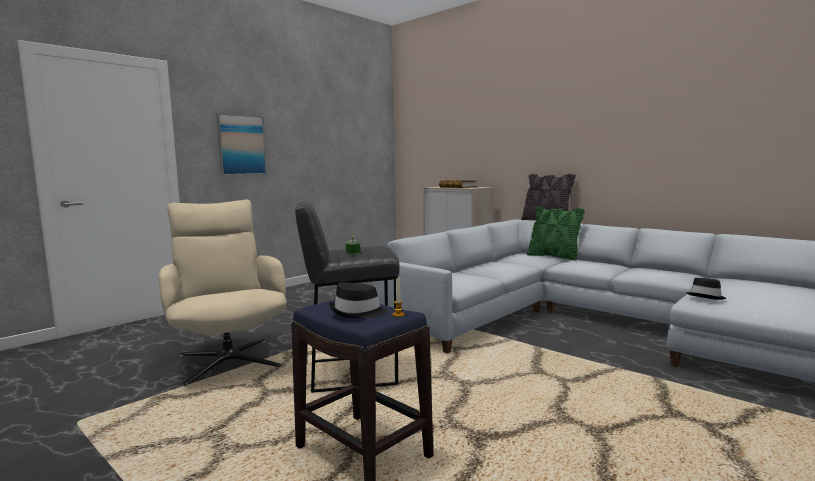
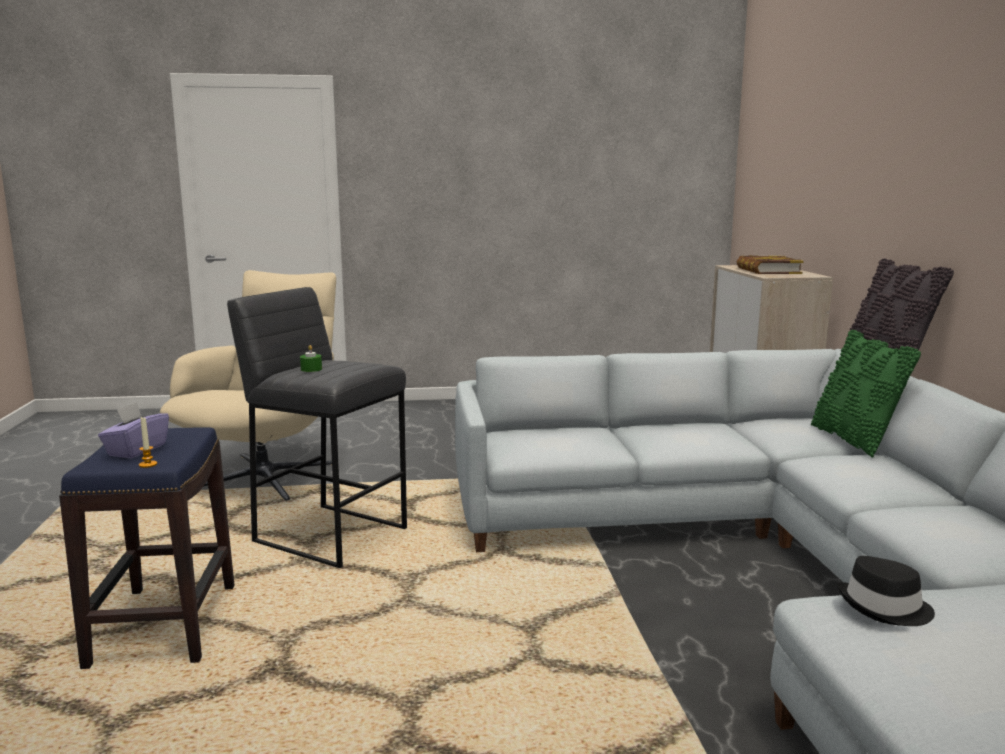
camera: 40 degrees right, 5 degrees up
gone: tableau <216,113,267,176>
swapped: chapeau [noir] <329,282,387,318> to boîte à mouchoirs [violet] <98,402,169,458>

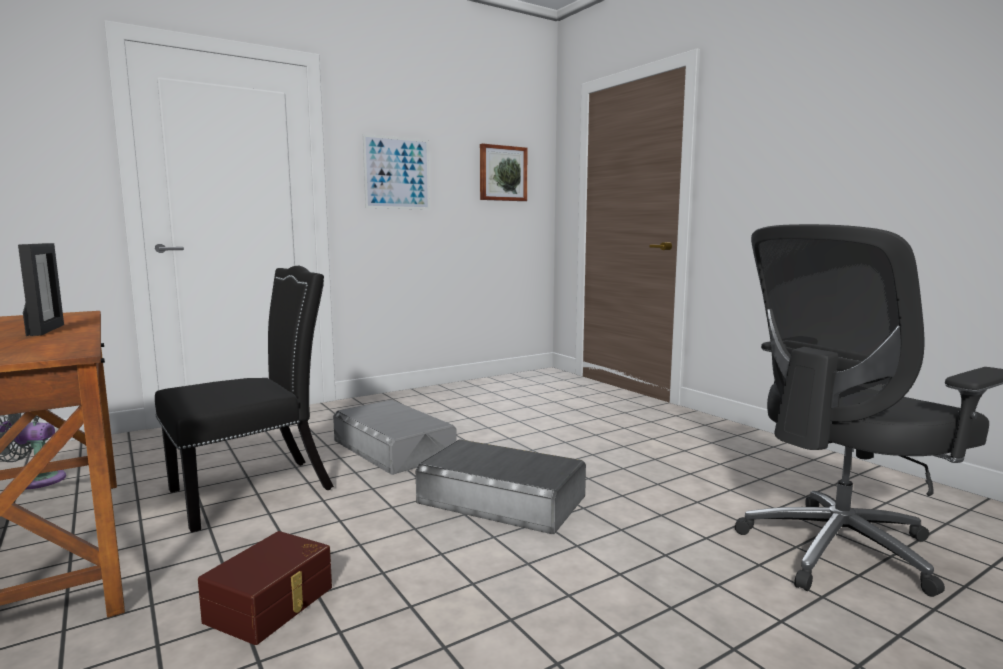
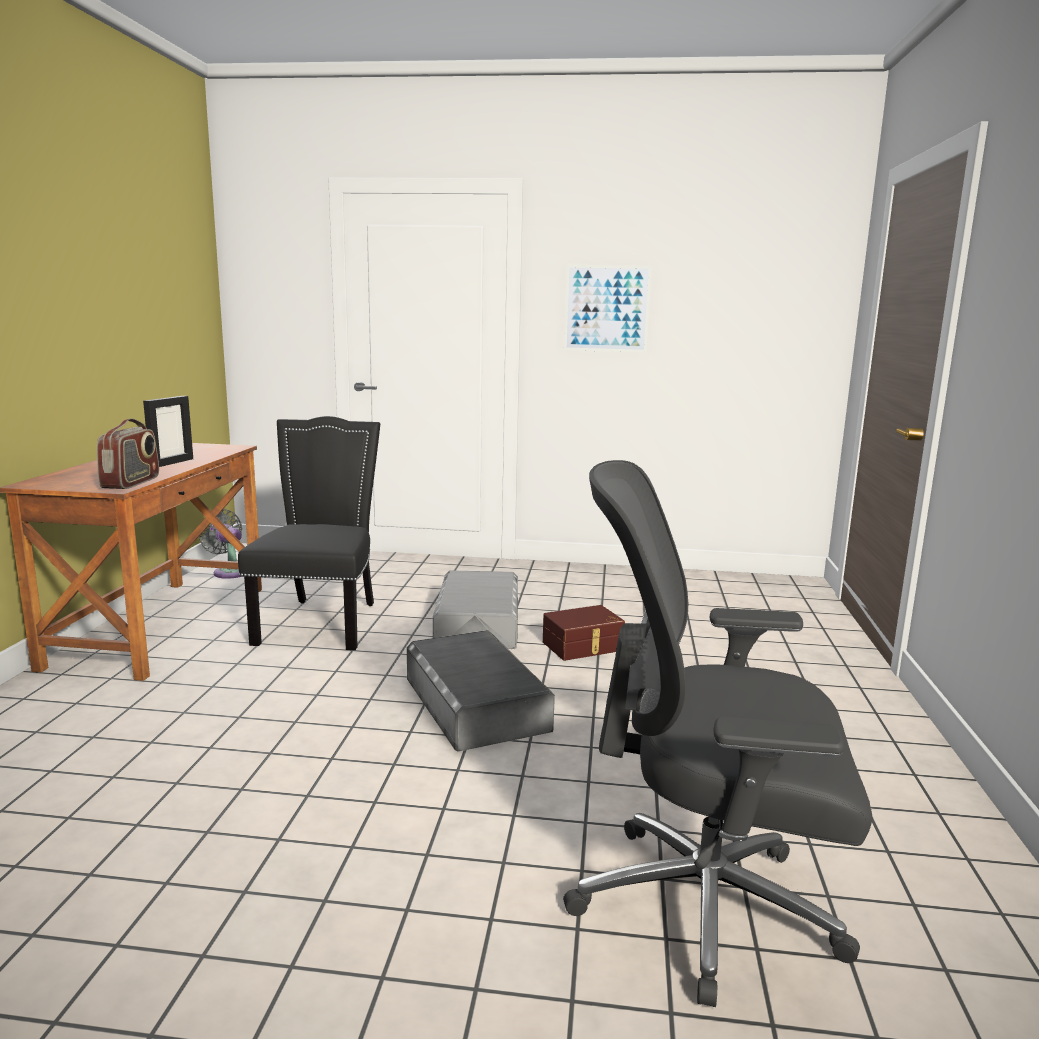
camera: 40 degrees right, 5 degrees up
gone: tableau <480,144,527,201>
new: radio <97,418,159,489>
shifted: boîte de rangement [marron] <198,531,332,645> to <543,605,625,661>
rotated: chaise [noir] <155,266,334,532> = <238,416,380,650> 90 degrees counterclockwise

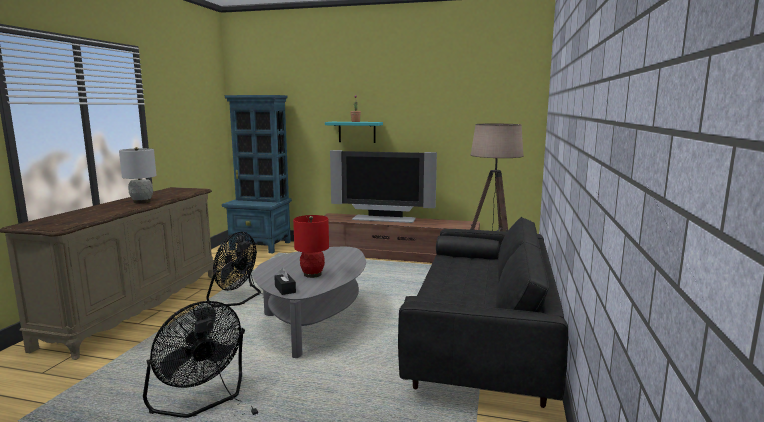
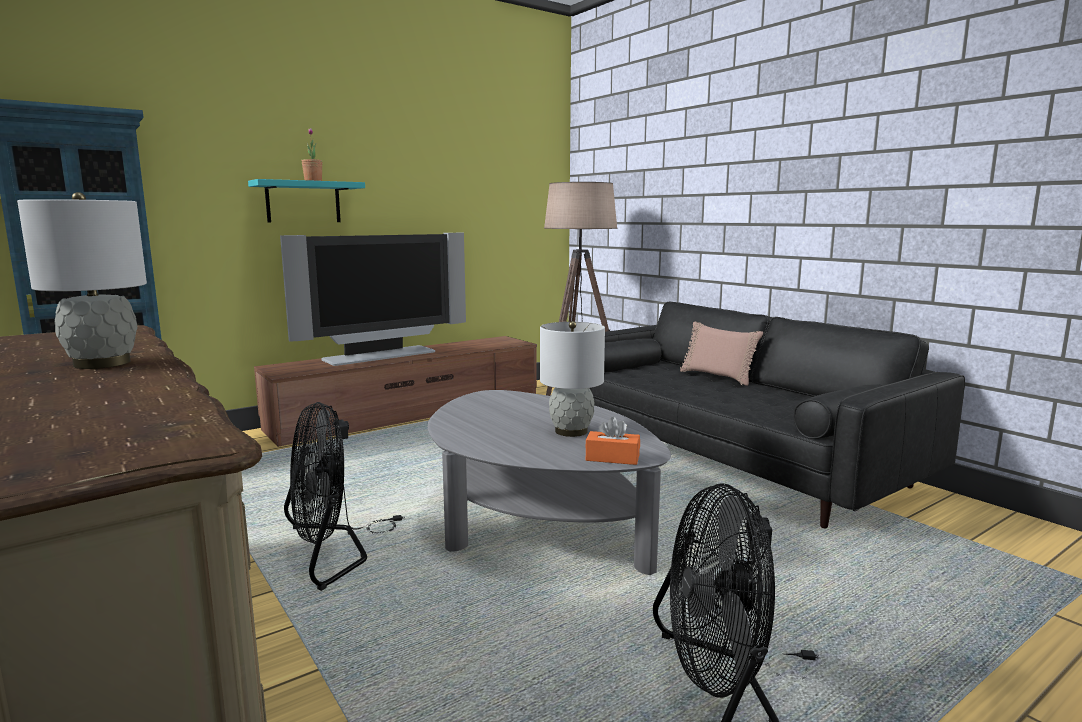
camera: 50 degrees left, 0 degrees up
new: coussin [beige] <680,322,763,386>
repainted: boîte à mouchoirs [noir] <274,268,296,295> to boîte à mouchoirs [orange] <585,417,640,465>; lampe de table [rouge] <293,215,329,278> to lampe de table [blanc] <540,321,605,437>

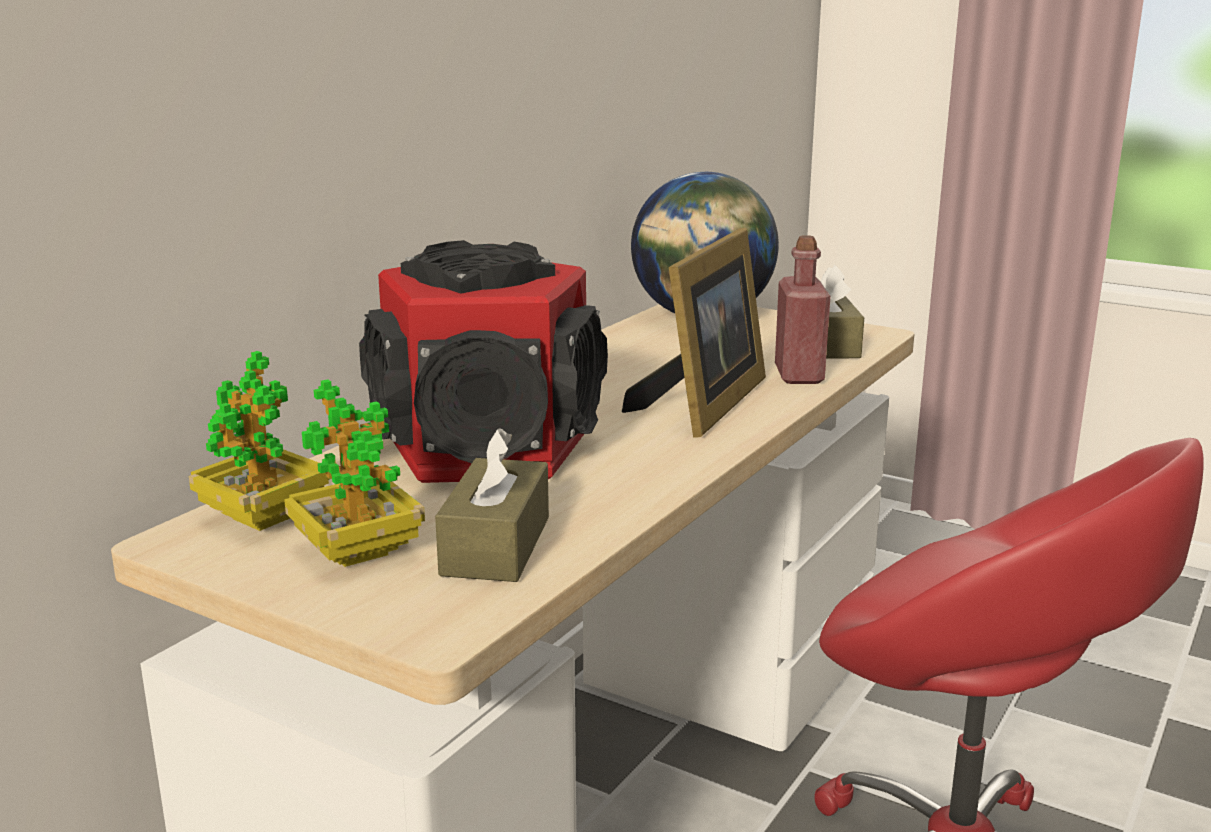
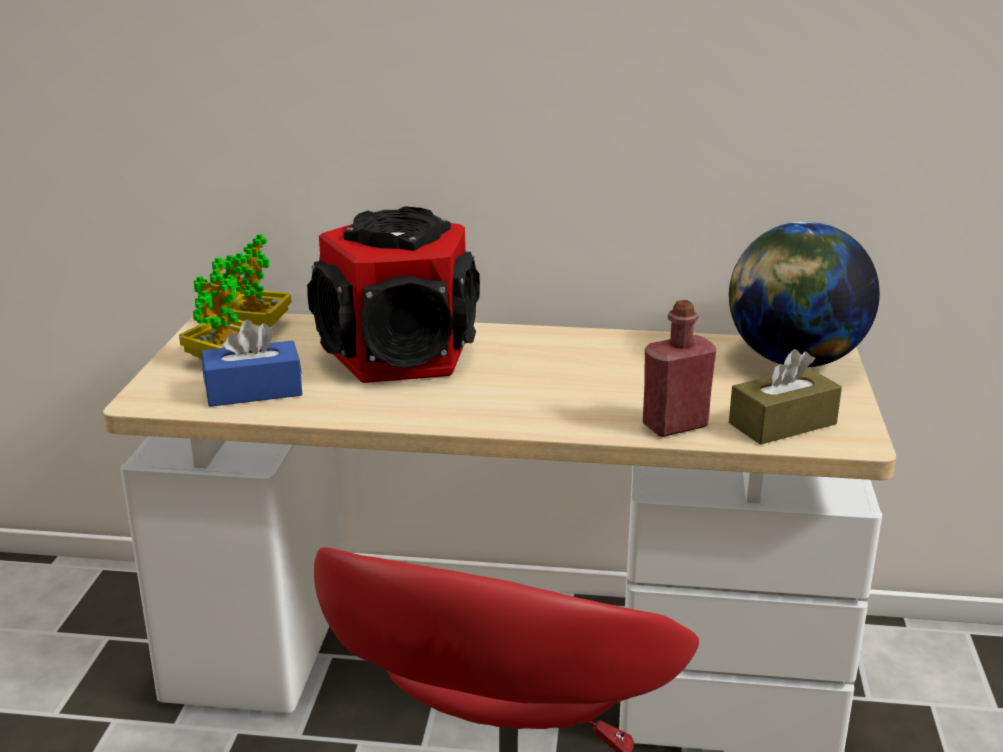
camera: 65 degrees right, 5 degrees up
gone: cadre photo <622,228,766,437>
repainted: boîte à mouchoirs [marron] <435,428,549,582> to boîte à mouchoirs [bleu] <202,320,302,407>

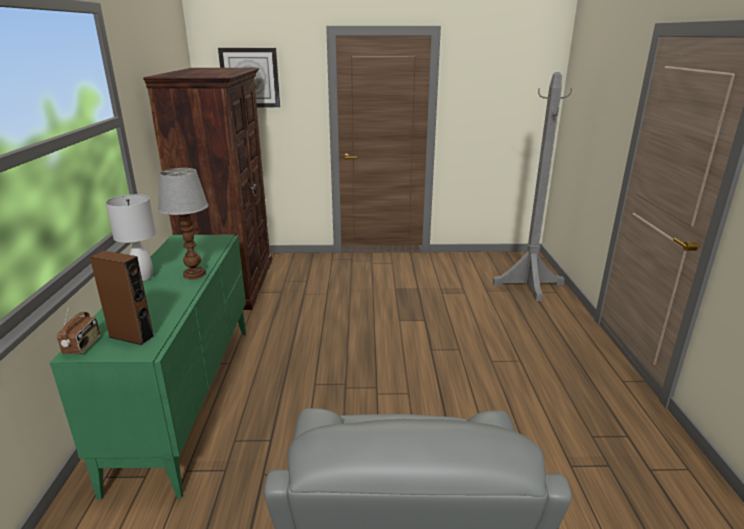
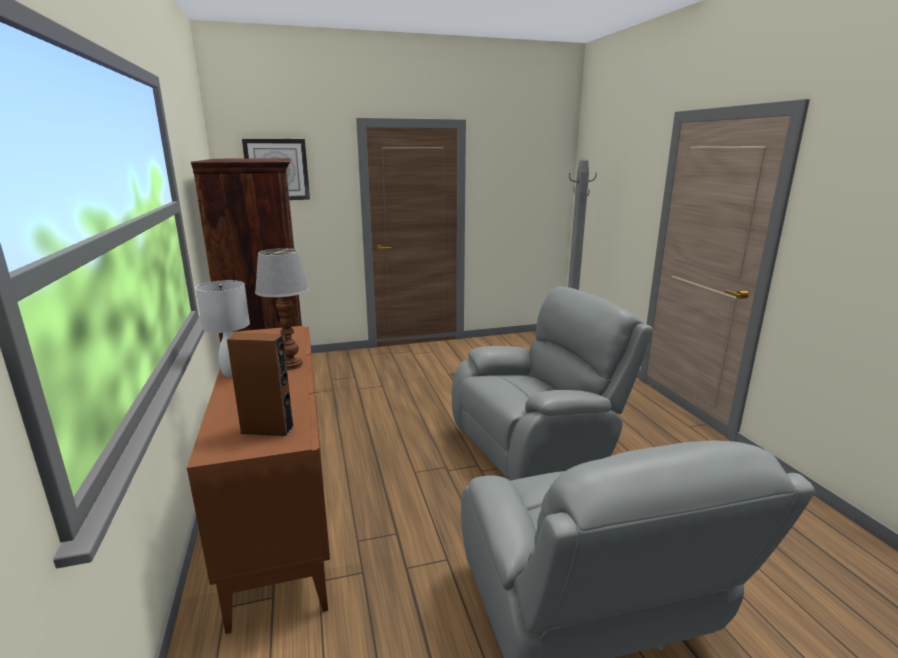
camera: 15 degrees left, 5 degrees down
gone: radio <57,303,100,354>
new: fauteuil [gris] <452,287,653,481>
repainted: commode [vert] <50,235,246,500> to commode [marron] <187,326,330,634>

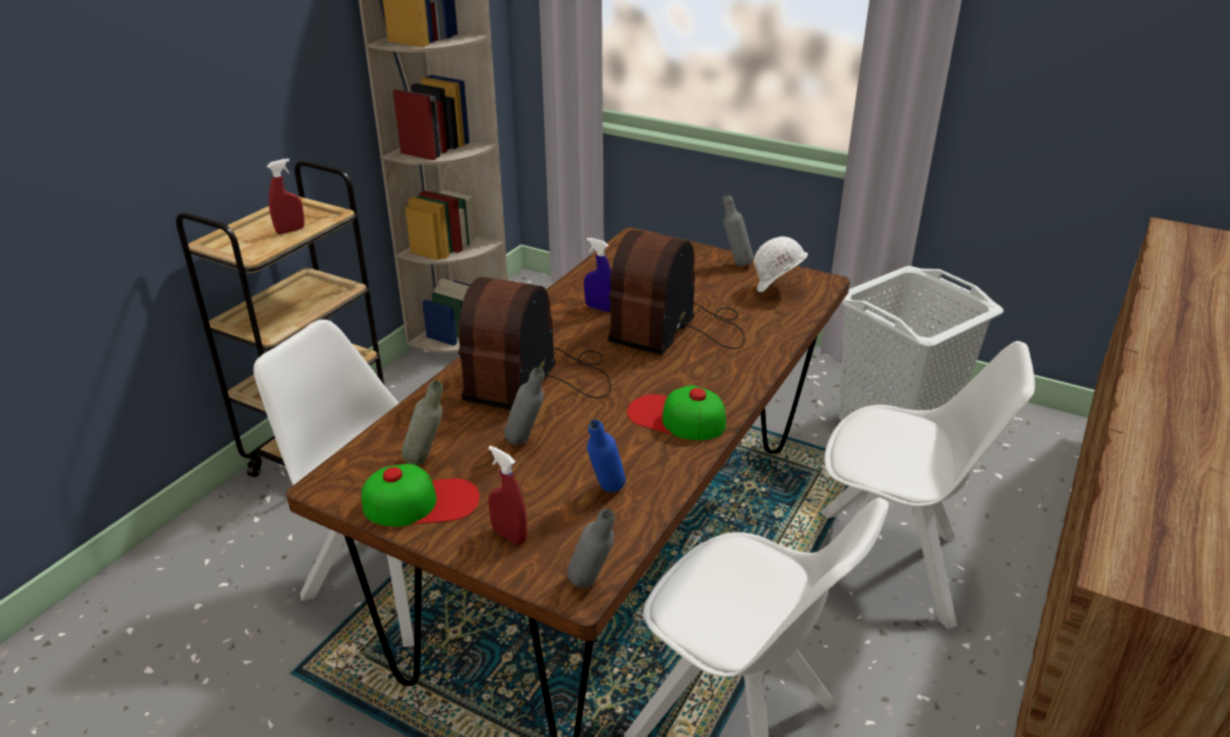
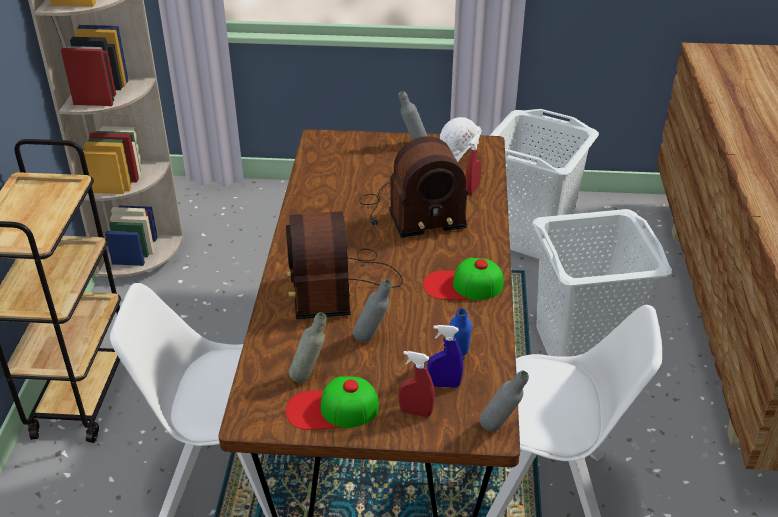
camera: 25 degrees left, 5 degrees up
shifted: vaporisateur [rouge] <267,158,305,234> to <465,132,481,195>; vaporisateur [bleu] <584,238,611,312> to <427,325,463,388>
swapped: chaise [blanc] <821,341,1035,629> to panier à linge [blanc] <533,209,672,357>
rotated: casquette <361,463,480,527> = <286,376,379,430> 150 degrees counterclockwise; radio <608,230,745,355> = <359,136,468,238> 105 degrees counterclockwise

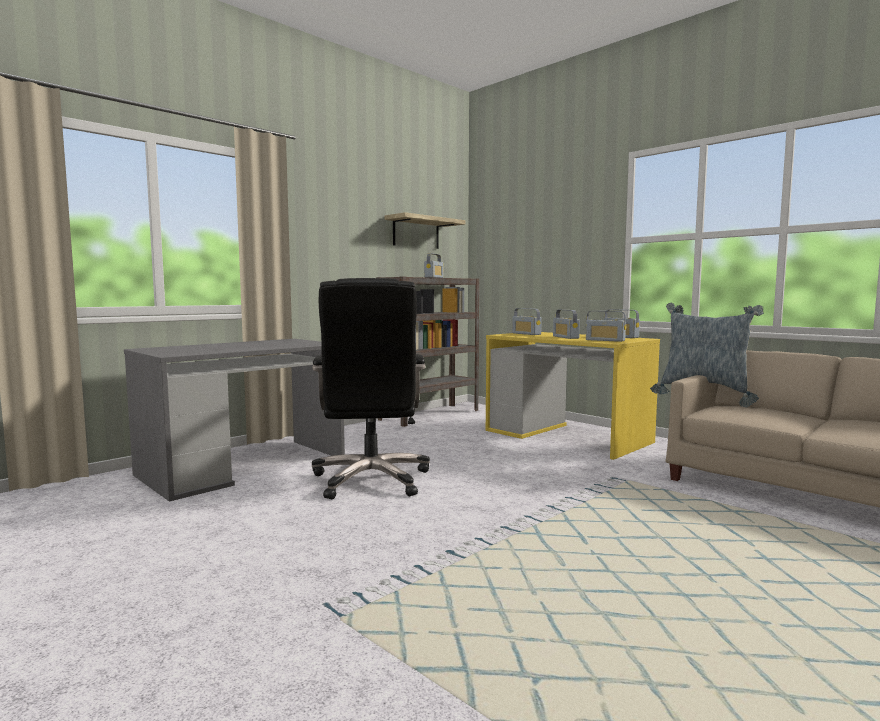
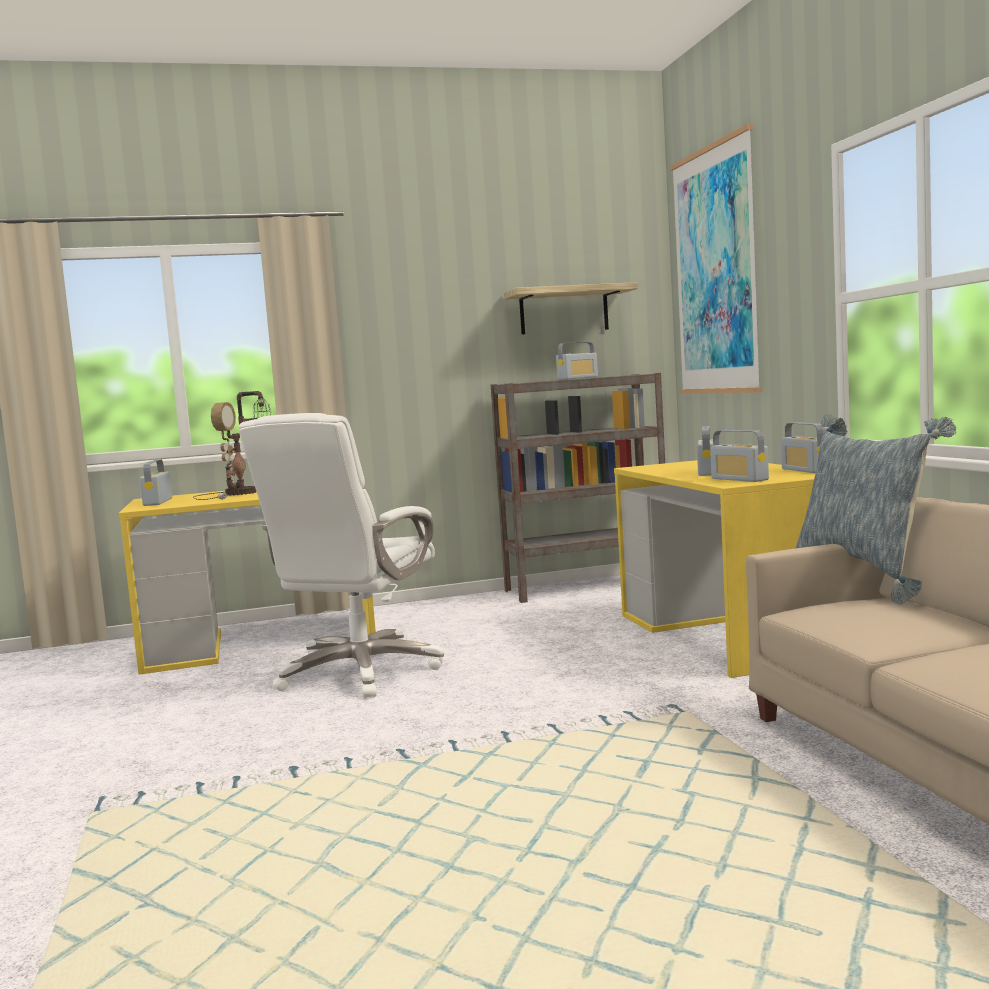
camera: 30 degrees right, 0 degrees up
new: lampe de table <193,391,271,500>; tableau <670,124,763,394>
shifted: radio <512,308,542,335> to <140,459,172,506>
repainted: bureau [gris] <124,339,345,502> to bureau [jaune] <119,491,376,675>; chaise de bureau [noir] <312,278,430,499> to chaise de bureau [blanc] <239,413,444,698>

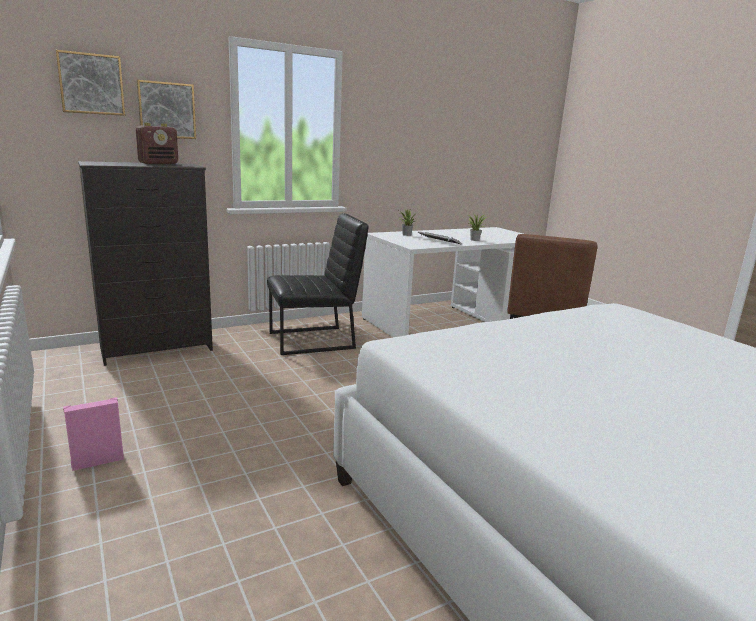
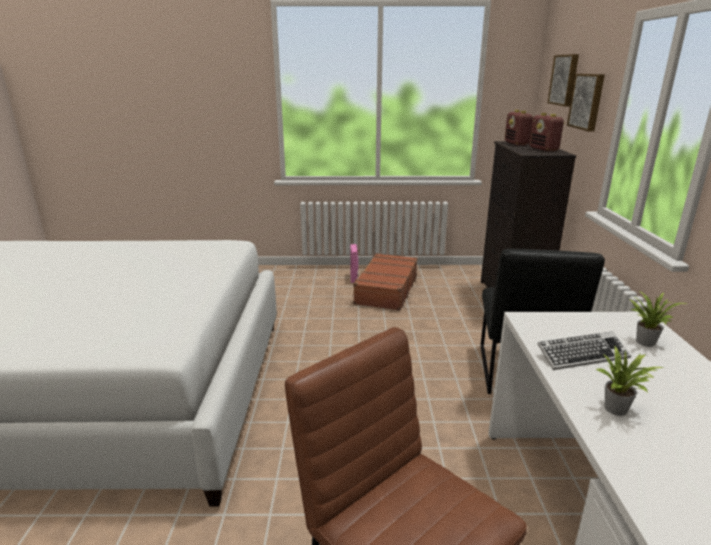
camera: 120 degrees right, 5 degrees up
new: valise [marron] <352,253,418,311>; radio <505,110,533,146>

